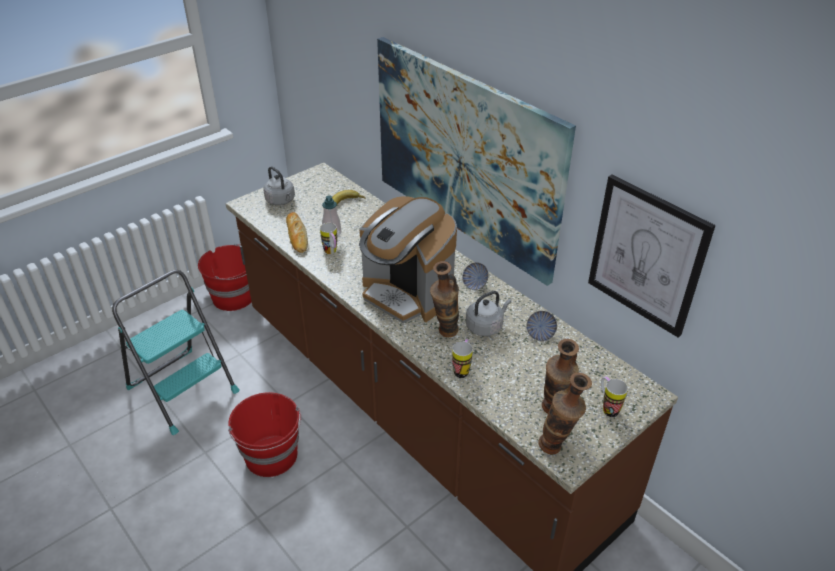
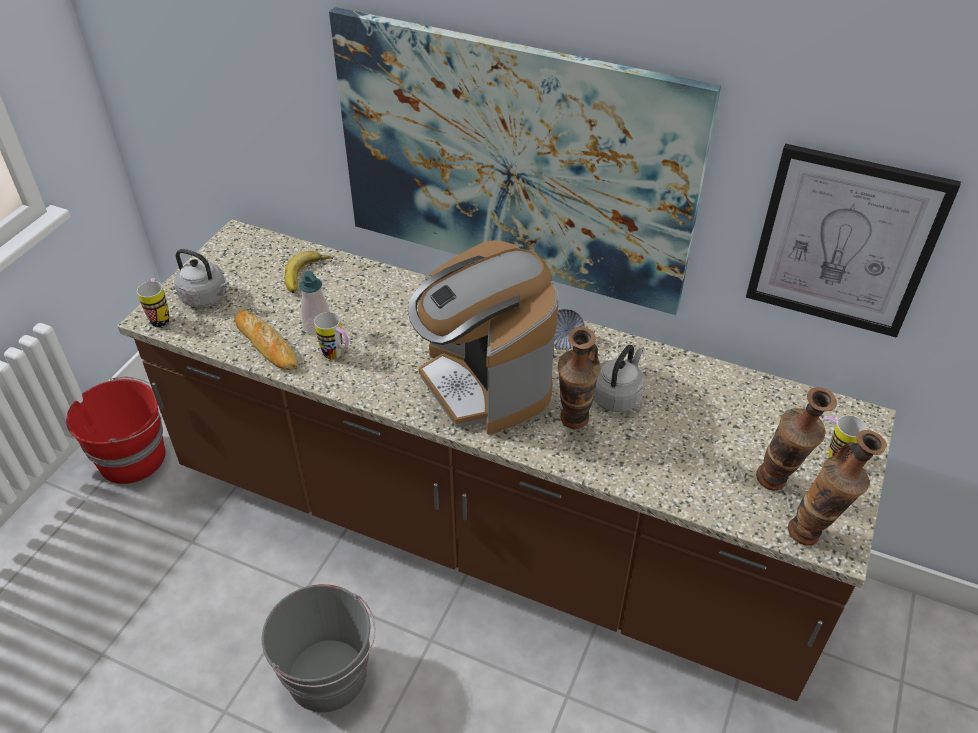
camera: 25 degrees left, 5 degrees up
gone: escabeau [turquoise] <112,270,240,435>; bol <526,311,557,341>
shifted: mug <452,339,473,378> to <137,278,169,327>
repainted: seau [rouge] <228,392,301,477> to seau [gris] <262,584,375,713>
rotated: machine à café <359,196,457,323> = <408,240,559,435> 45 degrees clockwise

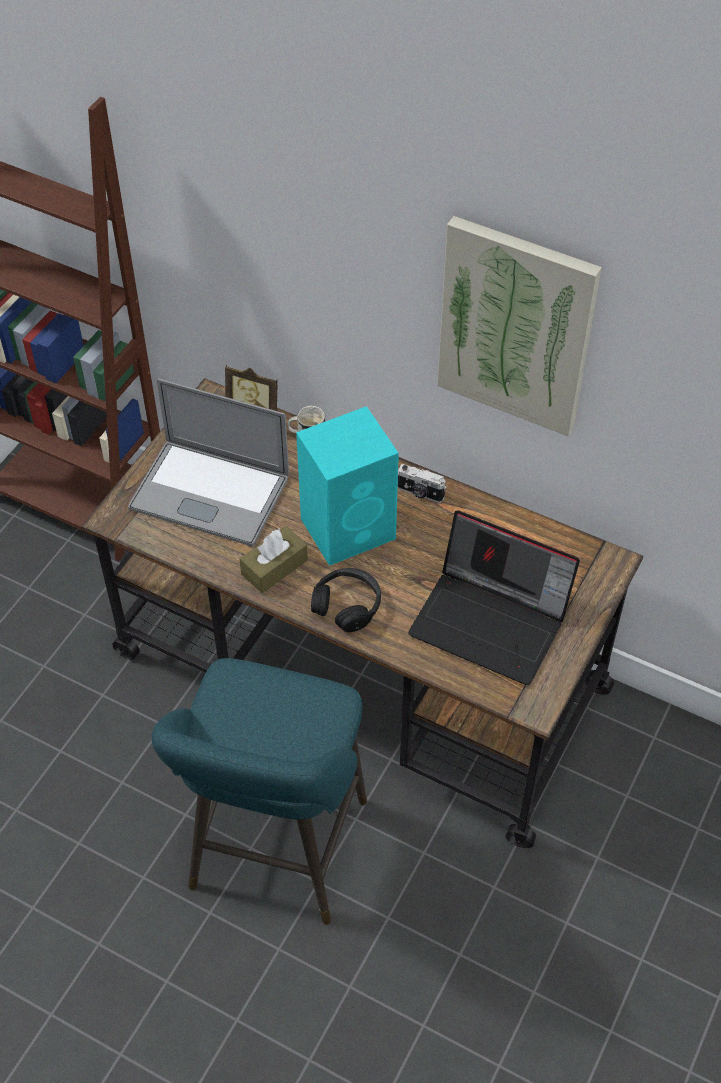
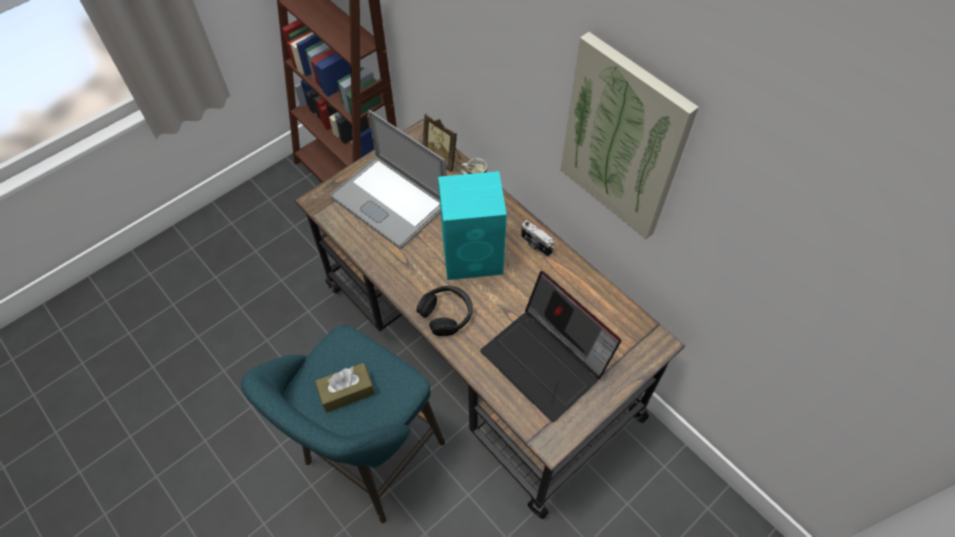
camera: 20 degrees right, 5 degrees up
shifted: boîte à mouchoirs [marron] <240,526,308,593> to <315,363,375,412>

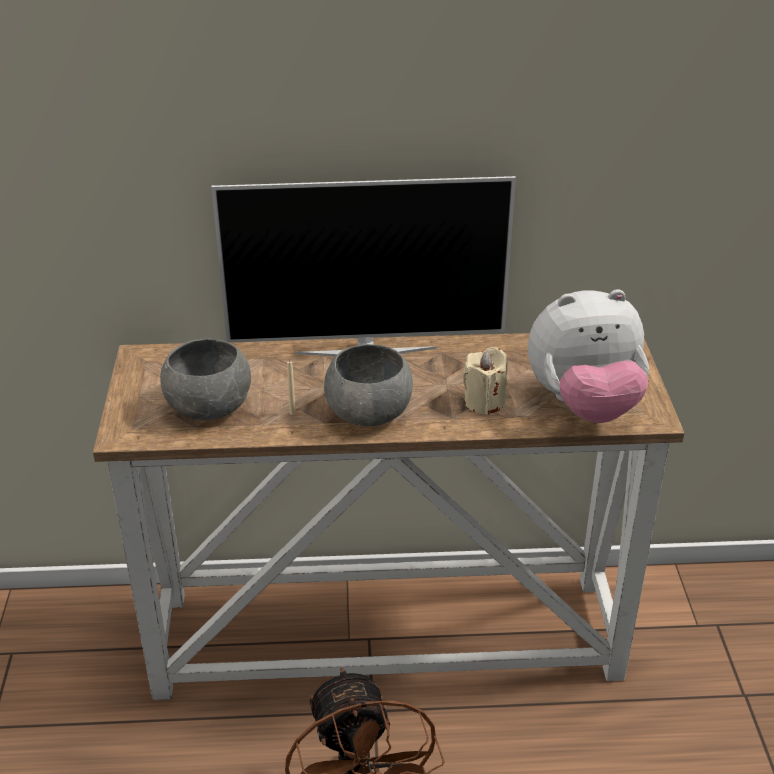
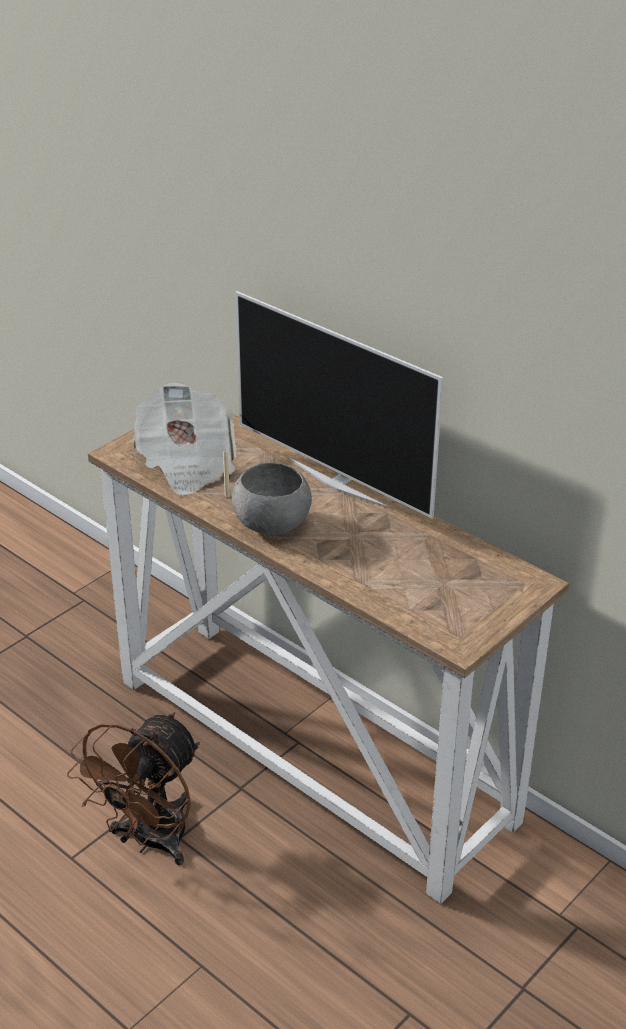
camera: 45 degrees right, 0 degrees up
gone: bougie [beige] <463,347,508,415>; peluche <528,289,649,423>
swapped: bol [gris] <160,338,251,420> to journal <133,382,236,496>

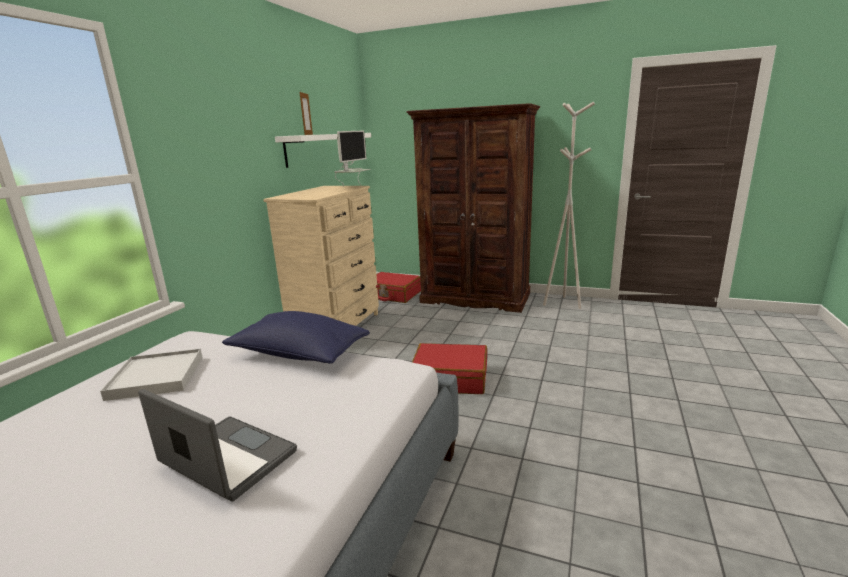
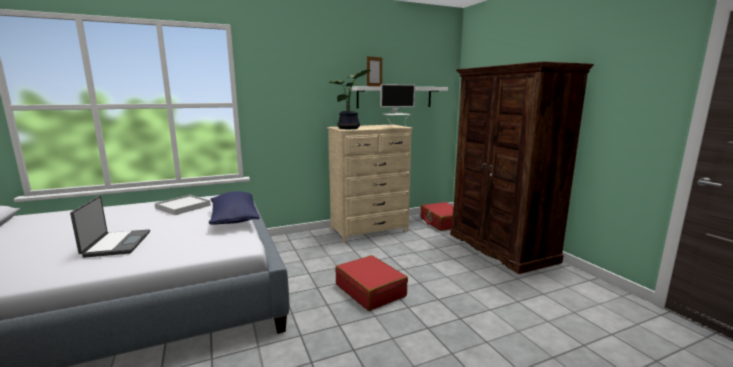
camera: 45 degrees right, 5 degrees down
gone: portant [gris] <543,102,595,309>
new: plante en pot <328,70,371,129>

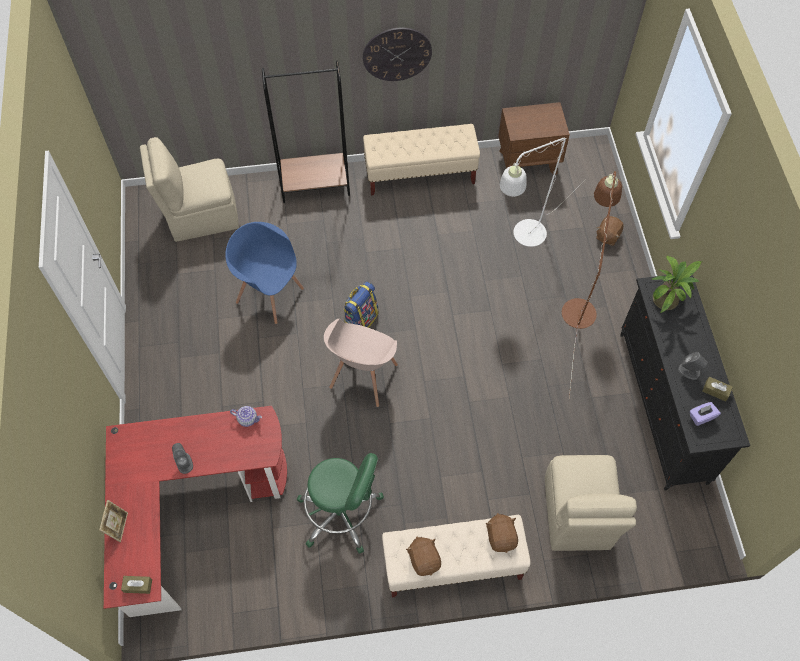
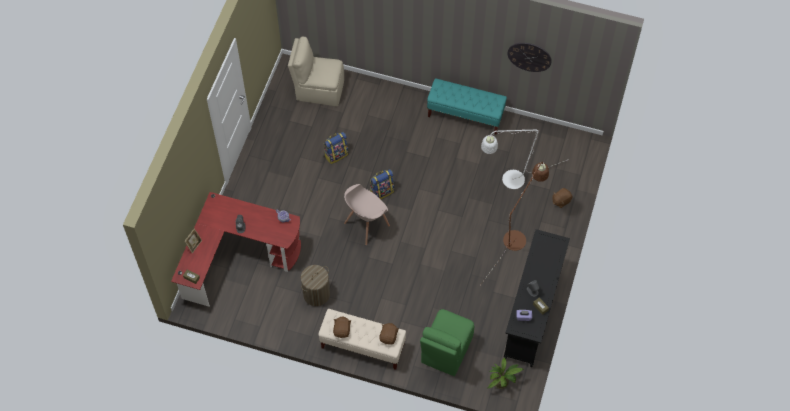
camera: 25 degrees right, 0 degrees up
gone: portant <262,61,350,203>; table de chevet [marron] <498,102,570,175>
shifted: horloge murale <363,28,432,81> to <507,43,552,72>; plante en pot <652,256,702,313> to <487,358,524,389>
swapped: chaise [bleu] <225,222,304,324> to sac à dos <324,132,349,164>; tabouret [vert] <297,453,384,554> to panier à linge <301,265,330,306>
repainted: banc [beige] <363,124,480,195> to banc [turquoise] <427,78,507,135>; chaise [beige] <545,455,637,551> to chaise [vert] <420,309,474,376>

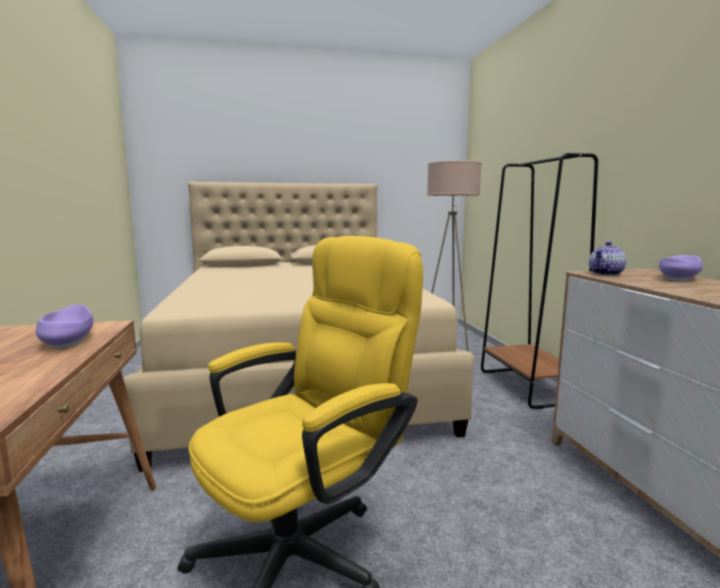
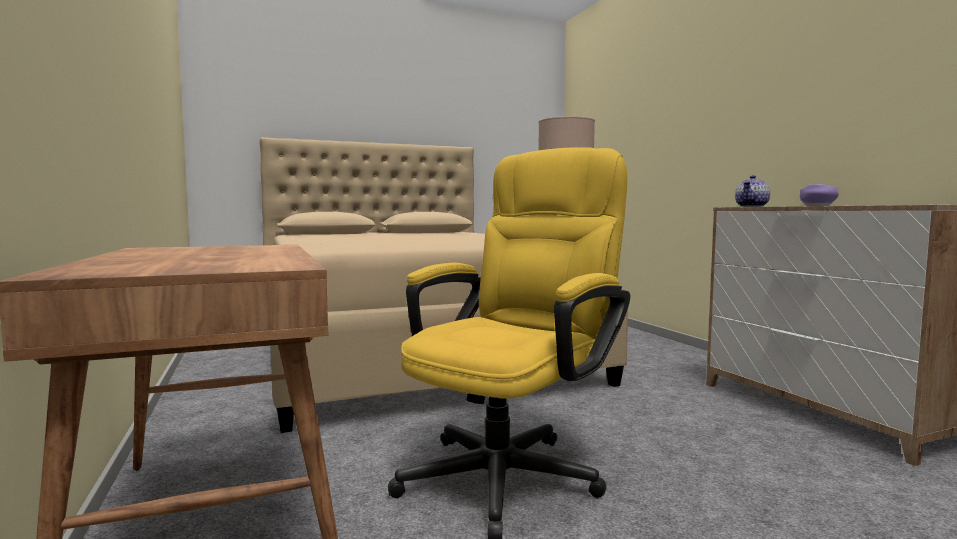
camera: 10 degrees left, 5 degrees down
gone: bol [violet] <36,305,93,349>; portant <481,153,598,409>

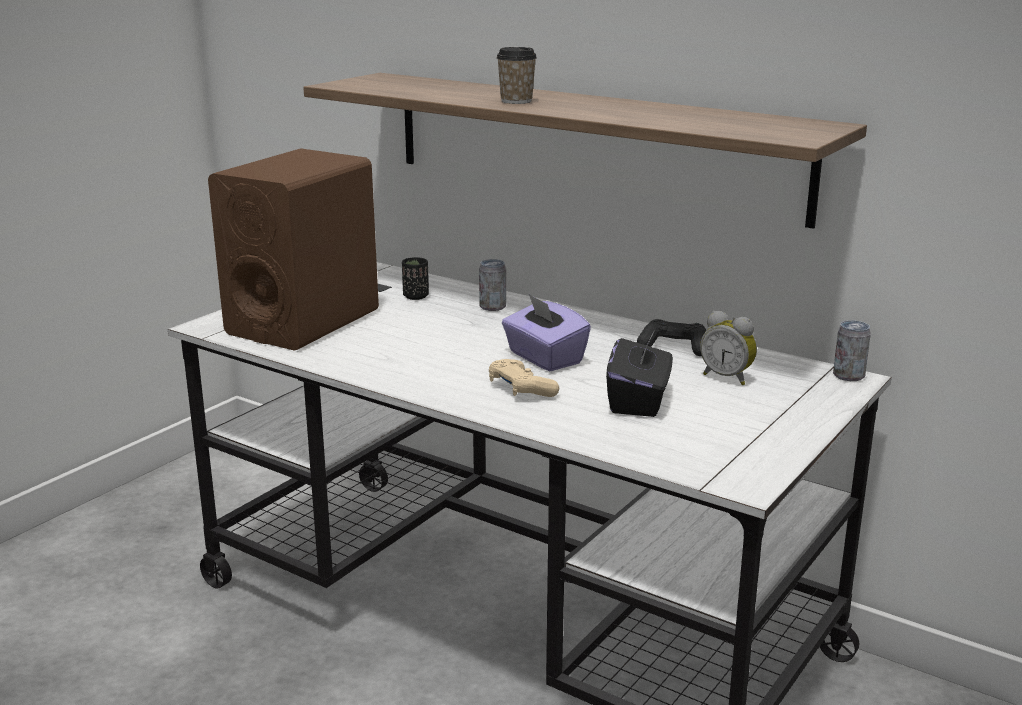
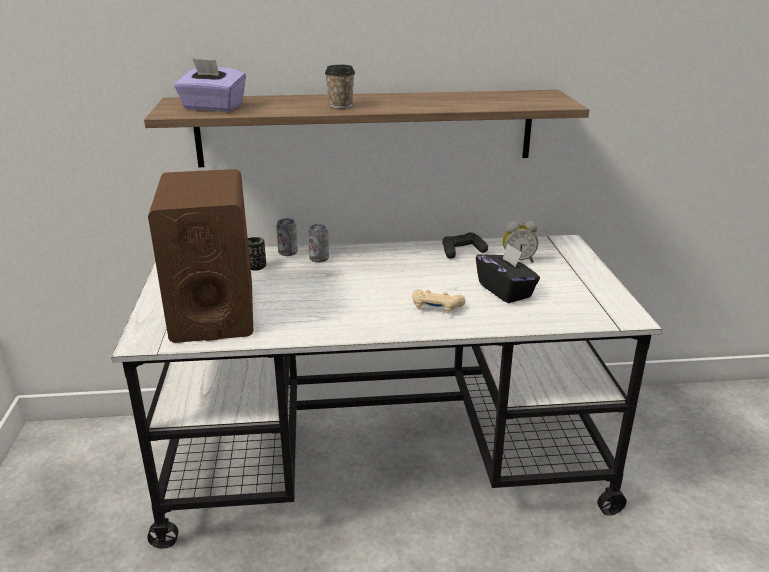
camera: 40 degrees left, 5 degrees up
shifted: boîte à mouchoirs [violet] <502,294,591,371> to <174,58,246,112>; boîte métallique <833,320,871,381> to <276,218,298,256>

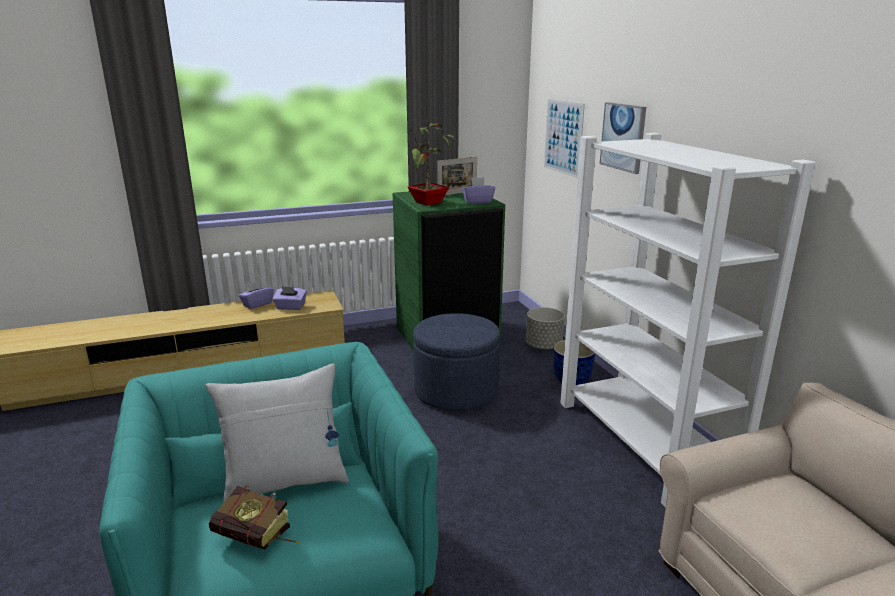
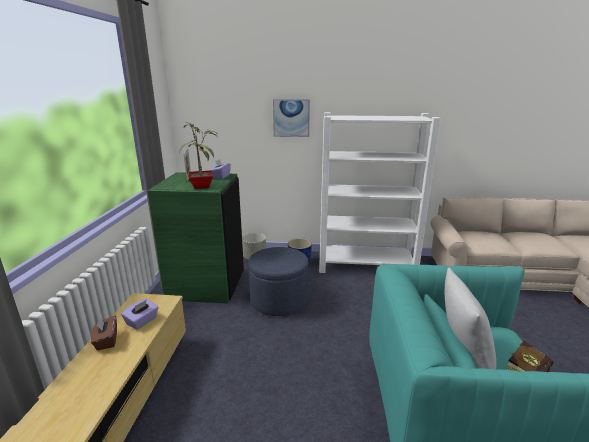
camera: 65 degrees left, 0 degrees up
gone: tableau <544,99,585,178>
repainted: boîte à mouchoirs [violet] <239,281,274,309> to boîte à mouchoirs [marron] <91,316,117,350>

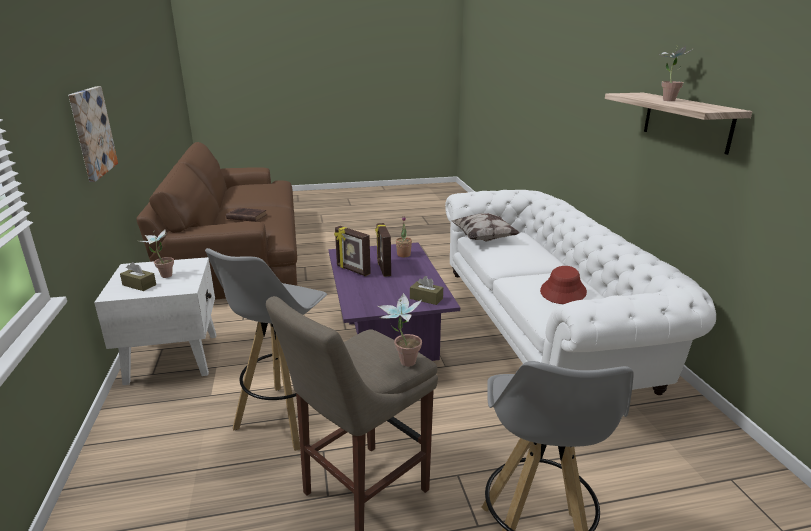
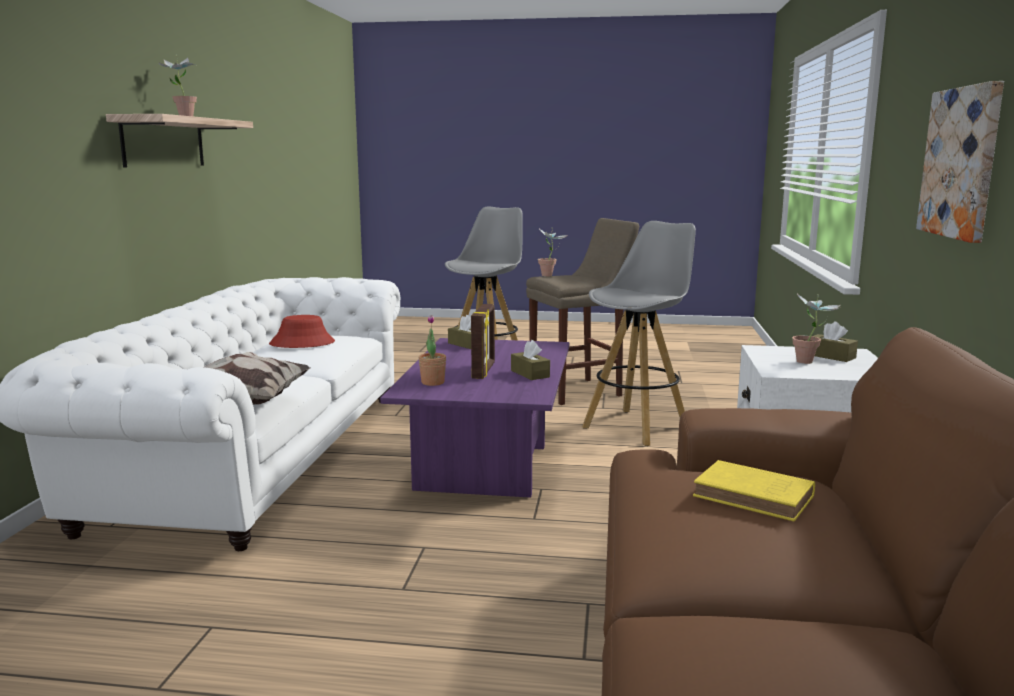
camera: 160 degrees left, 10 degrees down
swapped: cadre photo <334,226,371,276> to boîte à mouchoirs [marron] <511,340,550,380>
repainted: livre [marron] <226,208,267,222> to livre [jaune] <693,460,815,521>

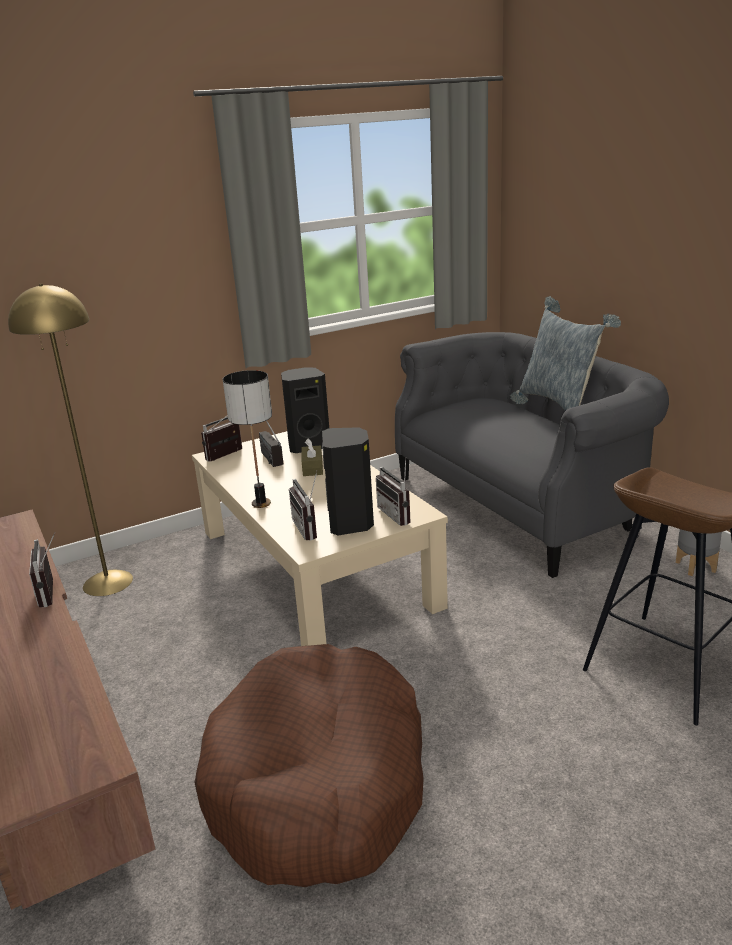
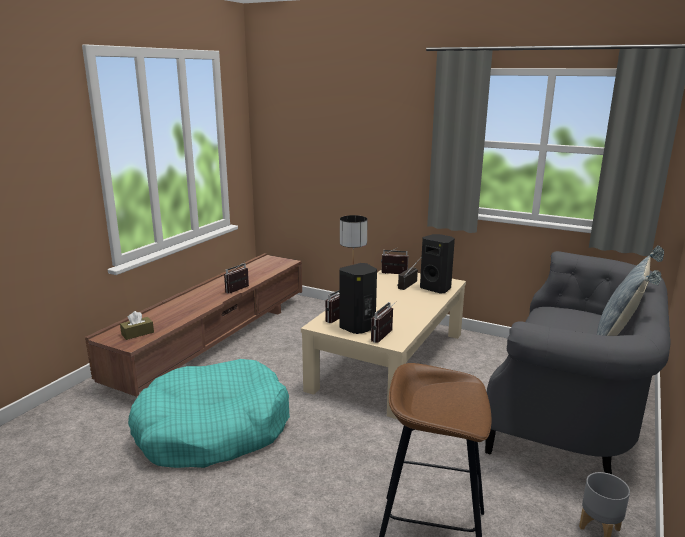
camera: 55 degrees right, 5 degrees down
gone: lampadaire [jaune] <8,284,133,596>
shifted: boîte à mouchoirs [marron] <302,439,323,476> to <120,311,154,340>
repainted: panier pour chien [marron] <194,644,424,887> to panier pour chien [turquoise] <128,359,290,468>

